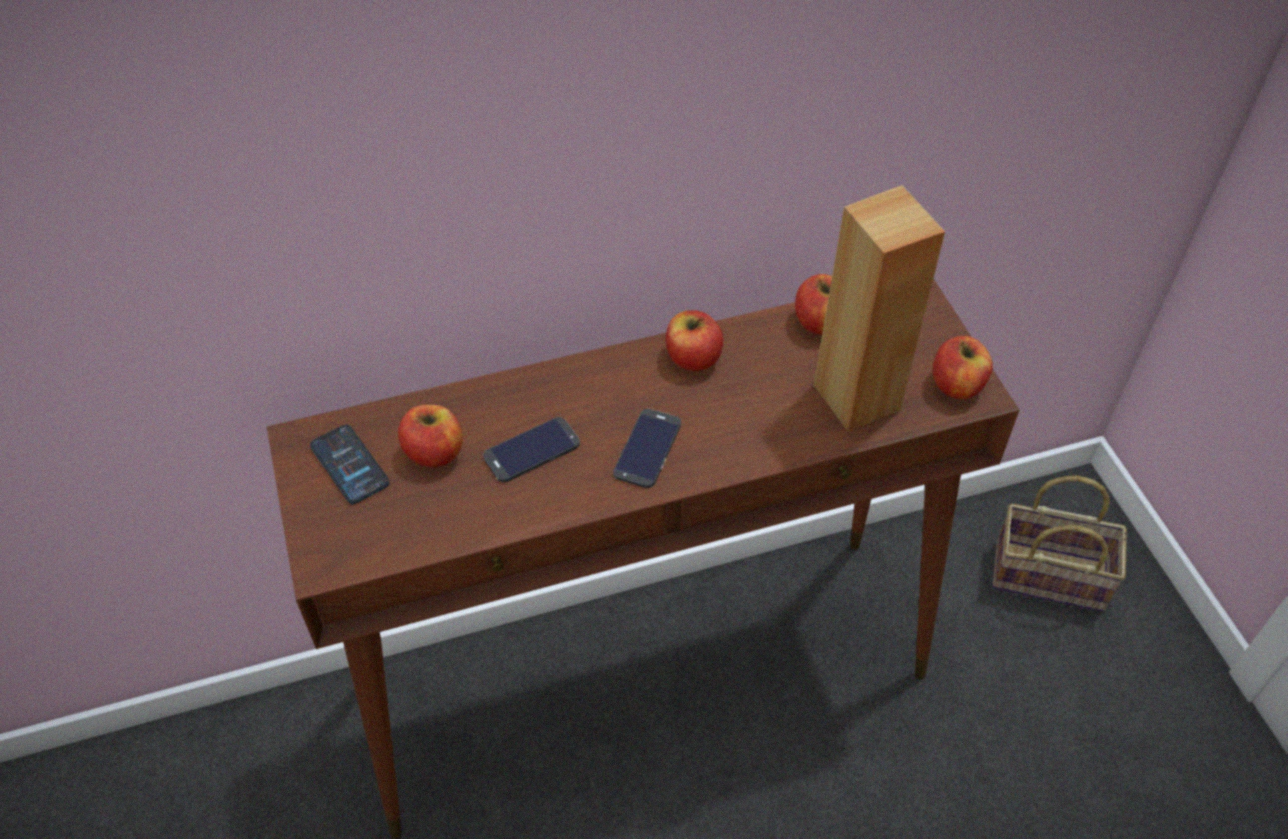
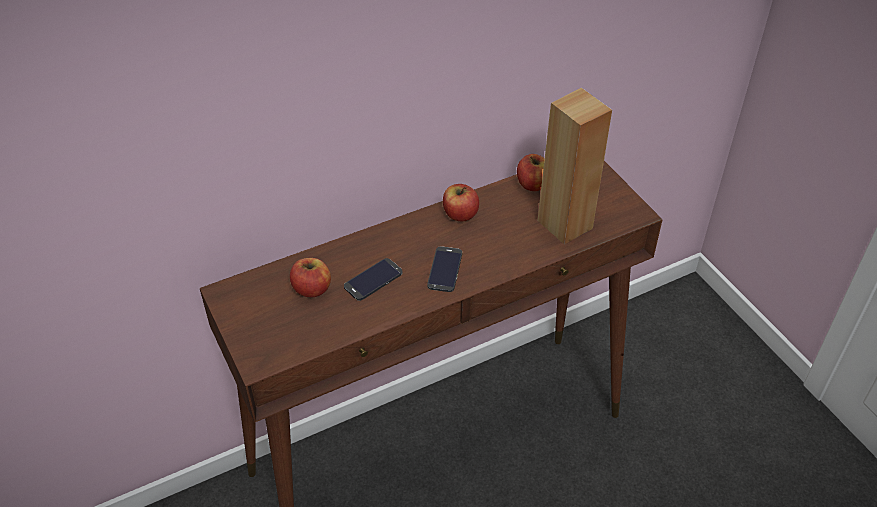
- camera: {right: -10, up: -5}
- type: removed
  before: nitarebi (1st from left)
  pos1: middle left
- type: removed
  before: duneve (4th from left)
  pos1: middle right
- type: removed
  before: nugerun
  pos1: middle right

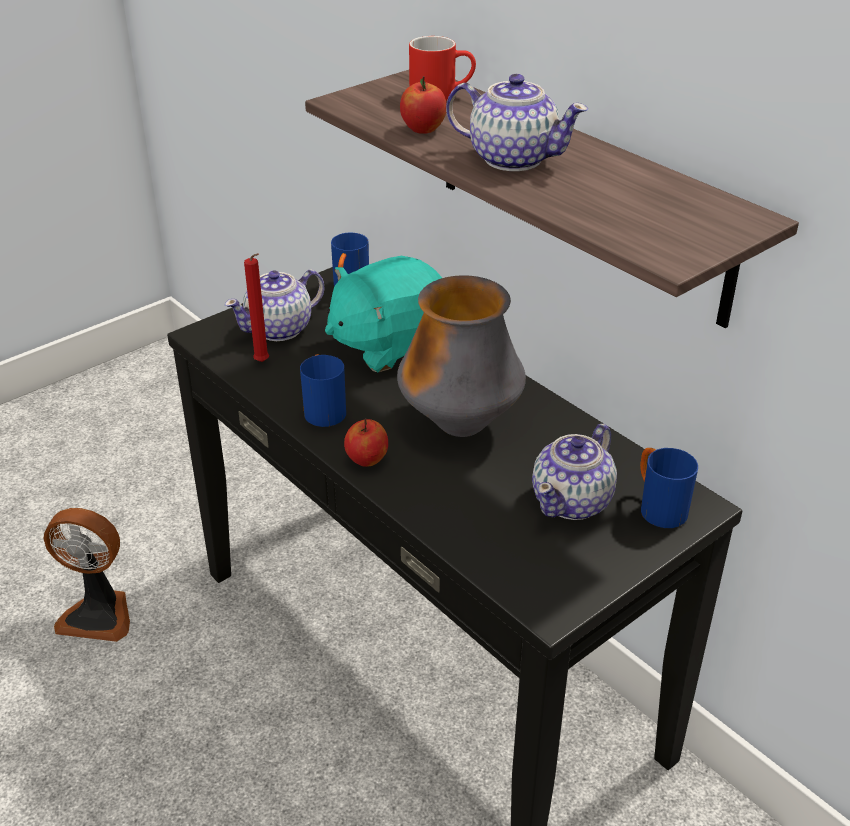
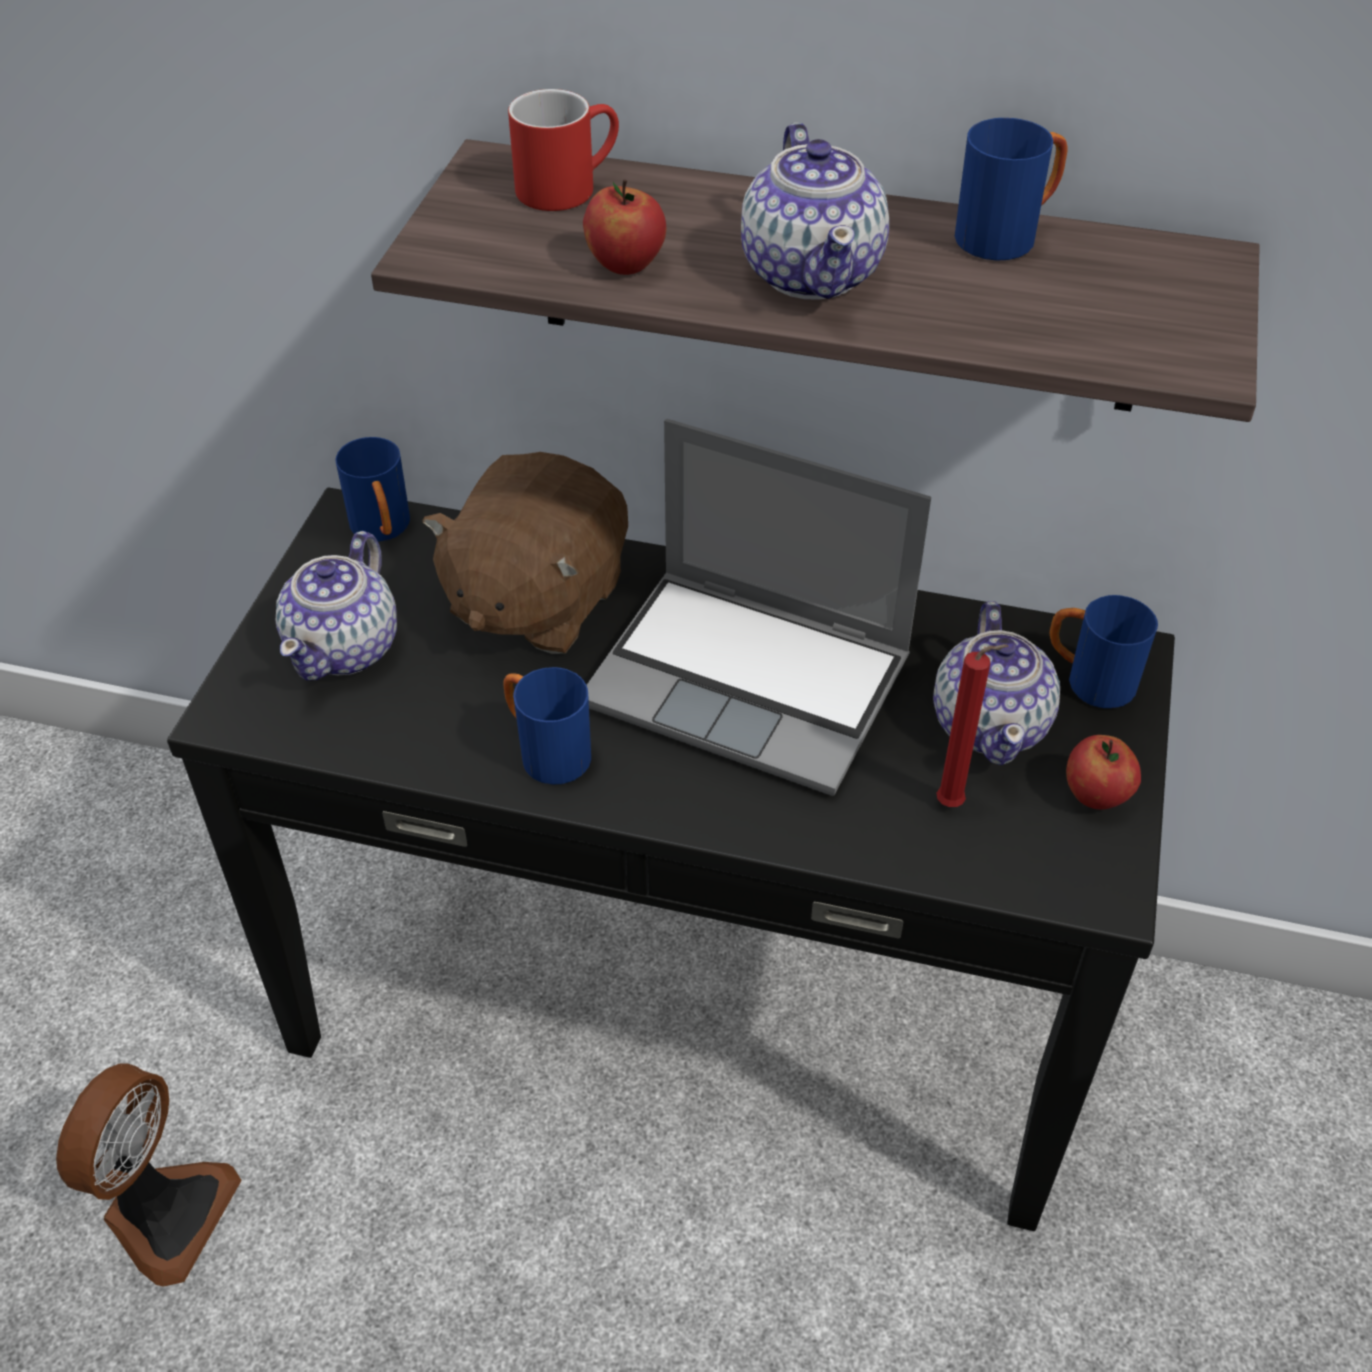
- camera: {right: -35, up: 10}
- type: turned
  before: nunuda
  pos1: bottom left
  pos2: bottom left
  turn: -45
- type: moved
  before: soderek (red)
  pos1: middle left
  pos2: middle right
- type: recoloured
  before: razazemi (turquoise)
  after: razazemi (brown)
  pos1: centre
  pos2: centre
- type: moved
  before: duneve (1st from left in the first image)
  after: duneve (2nd from left)
  pos1: centre
  pos2: middle right
- type: replaced
  before: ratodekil
  after: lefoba
  pos1: centre
  pos2: centre
- type: turned
  before: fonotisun (2nd from left)
  pos1: top centre
  pos2: top centre
  turn: 90
- type: added
  after: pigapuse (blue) (3rd from left)
  pos2: top right

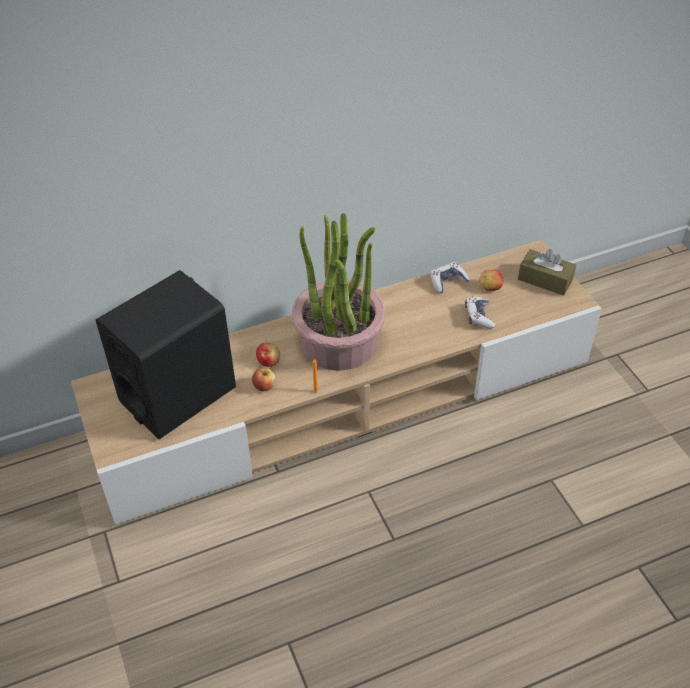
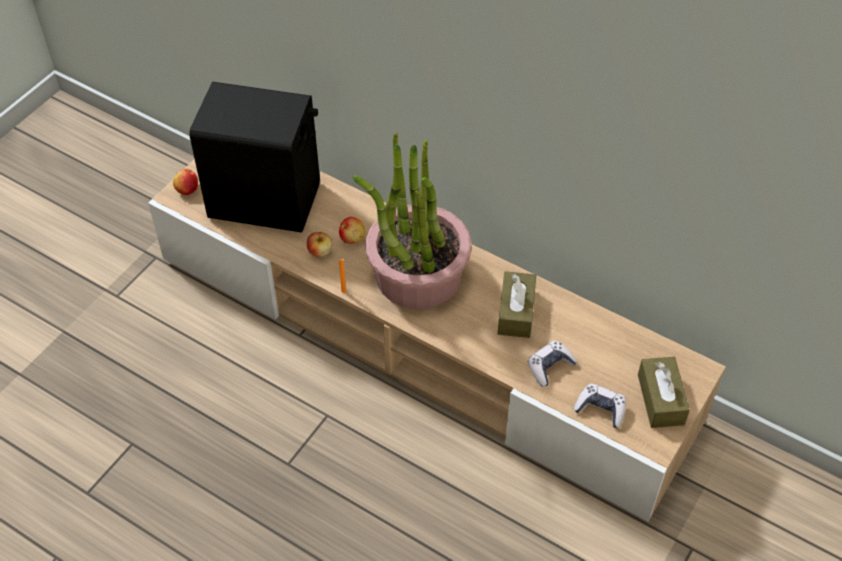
- camera: {right: 55, up: 5}
- type: moved
  before: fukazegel (1st from left in the first image)
  after: fukazegel (2nd from left)
  pos1: centre
  pos2: bottom right
- type: moved
  before: duneve (3rd from left in the first image)
  after: duneve (1st from left)
  pos1: middle right
  pos2: top left
- type: added
  after: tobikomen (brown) (1st from left)
  pos2: centre

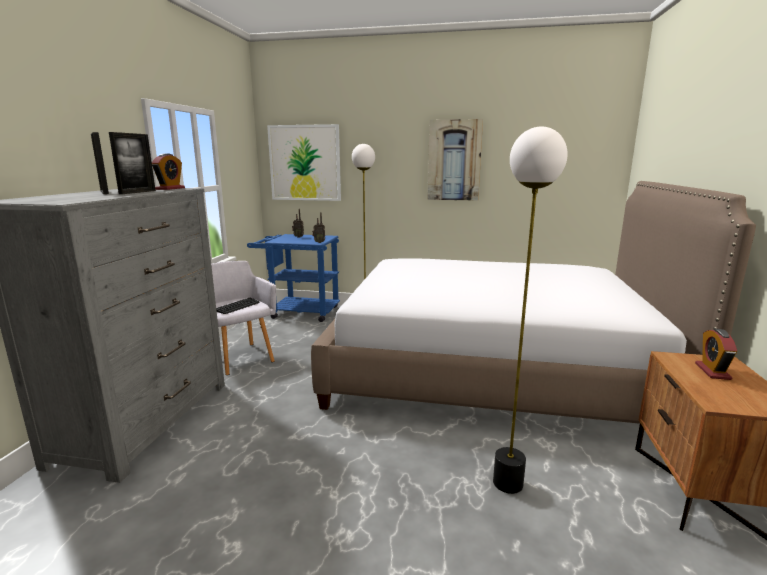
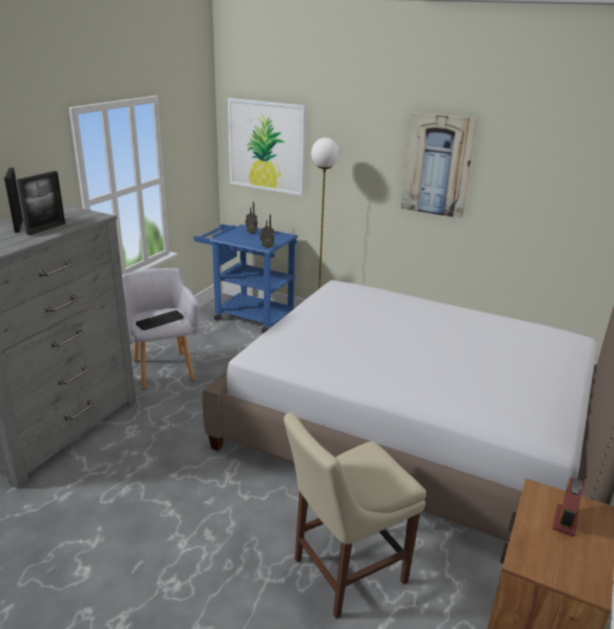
- camera: {right: 15, up: 10}
- type: removed
  before: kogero (1st from left)
  pos1: top left
- type: replaced
  before: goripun (2nd from left)
  after: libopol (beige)
  pos1: middle right
  pos2: bottom centre

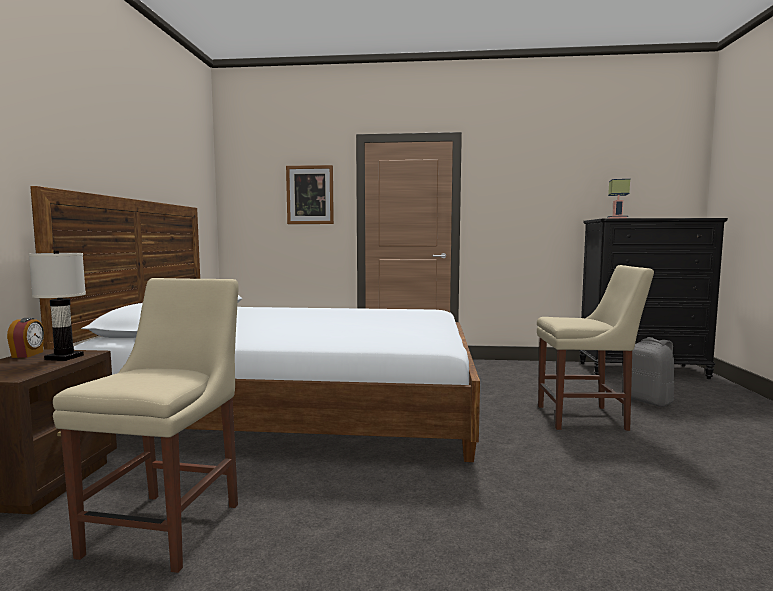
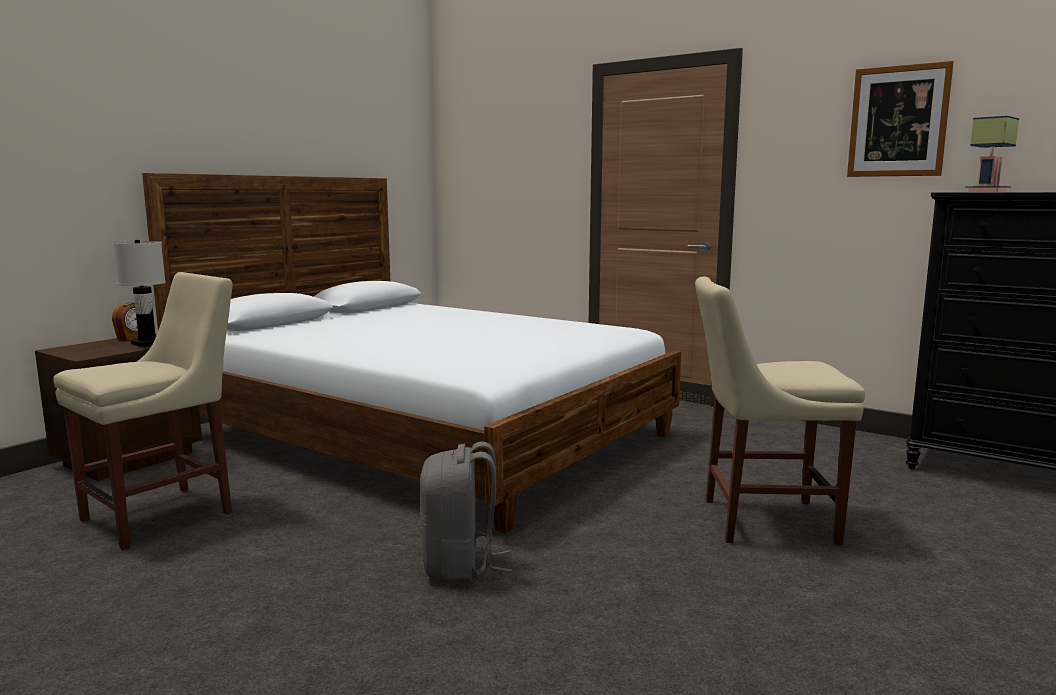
- camera: {right: 30, up: 5}
- type: moved
  before: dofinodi
  pos1: top centre
  pos2: top right
- type: turned
  before: libopol (beige) (2nd from left)
  pos1: middle right
  pos2: middle right
  turn: 150
- type: moved
  before: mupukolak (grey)
  pos1: middle right
  pos2: bottom centre

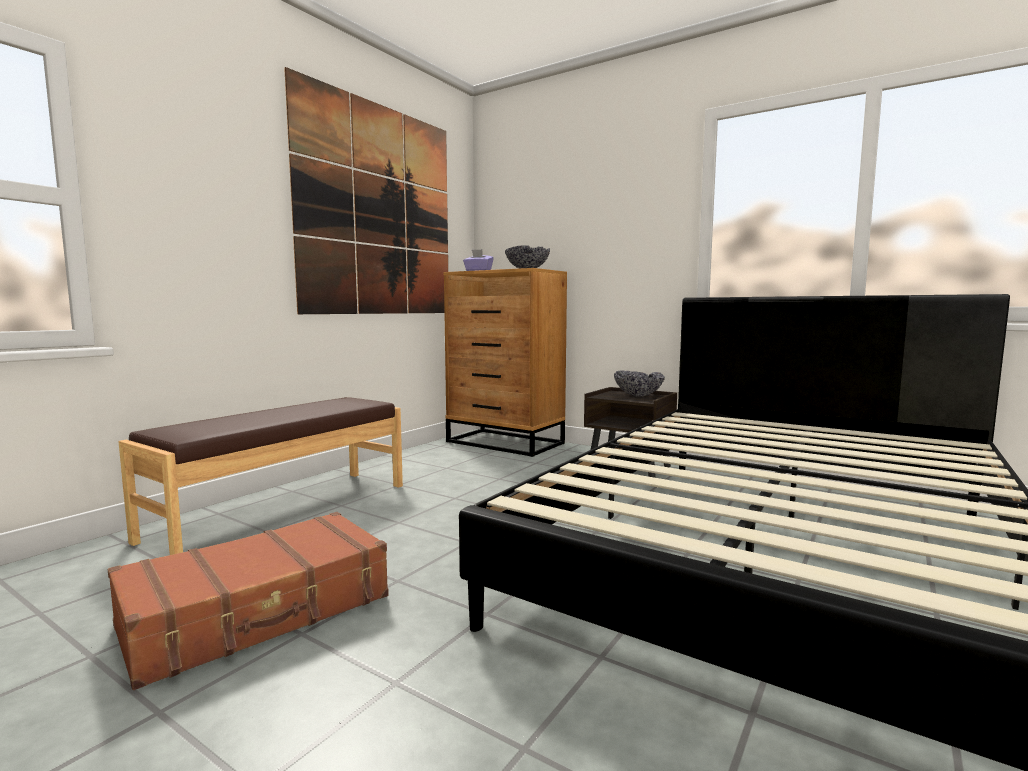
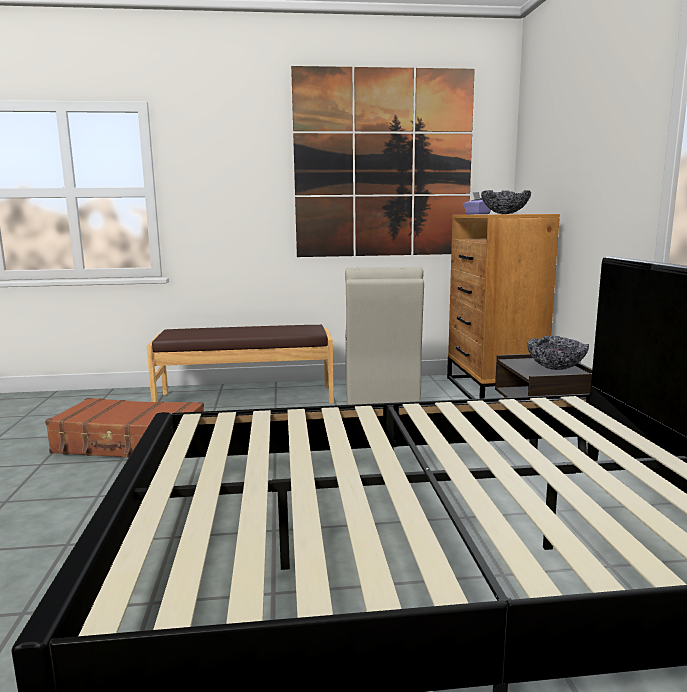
- camera: {right: 50, up: 5}
- type: added
  after: libopol (beige)
  pos2: centre

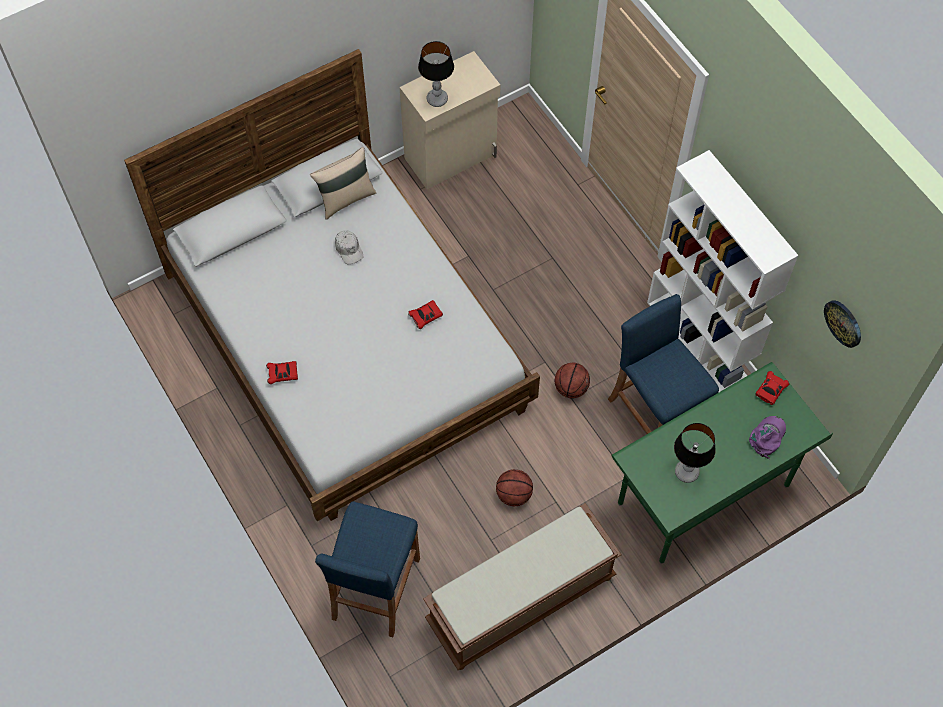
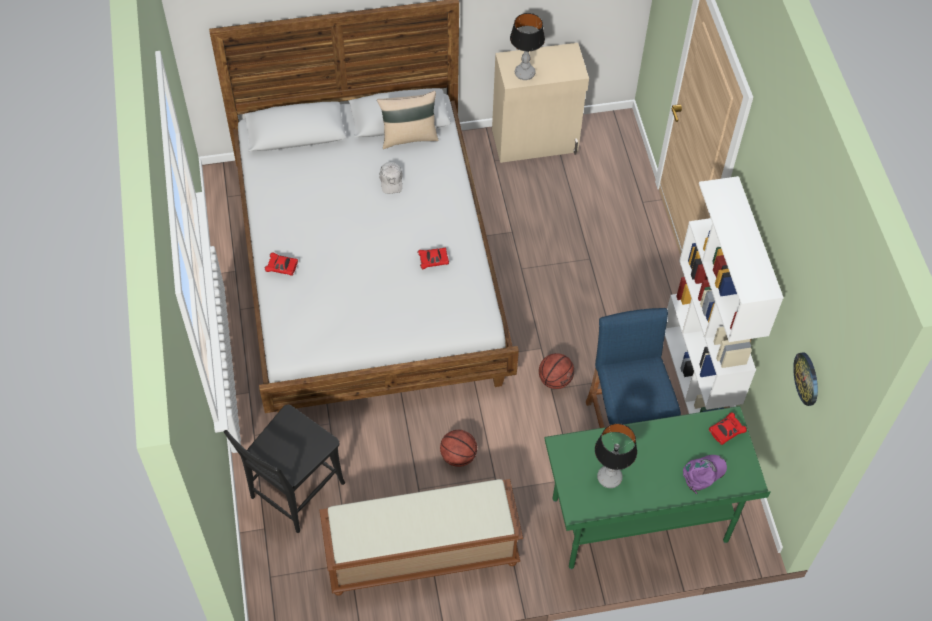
- camera: {right: 20, up: -5}
- type: replaced
  before: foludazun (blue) (1st from left)
  after: libopol (black)
  pos1: bottom centre
  pos2: bottom left

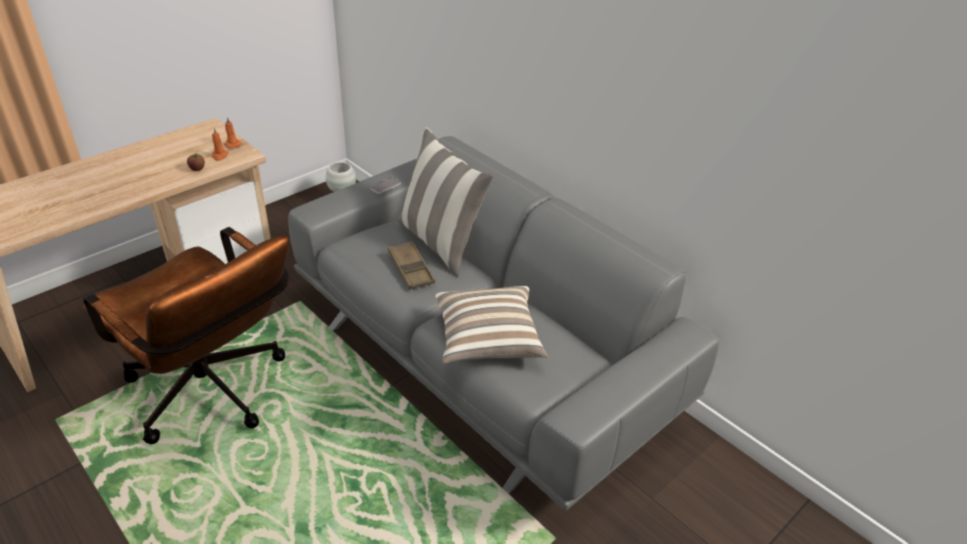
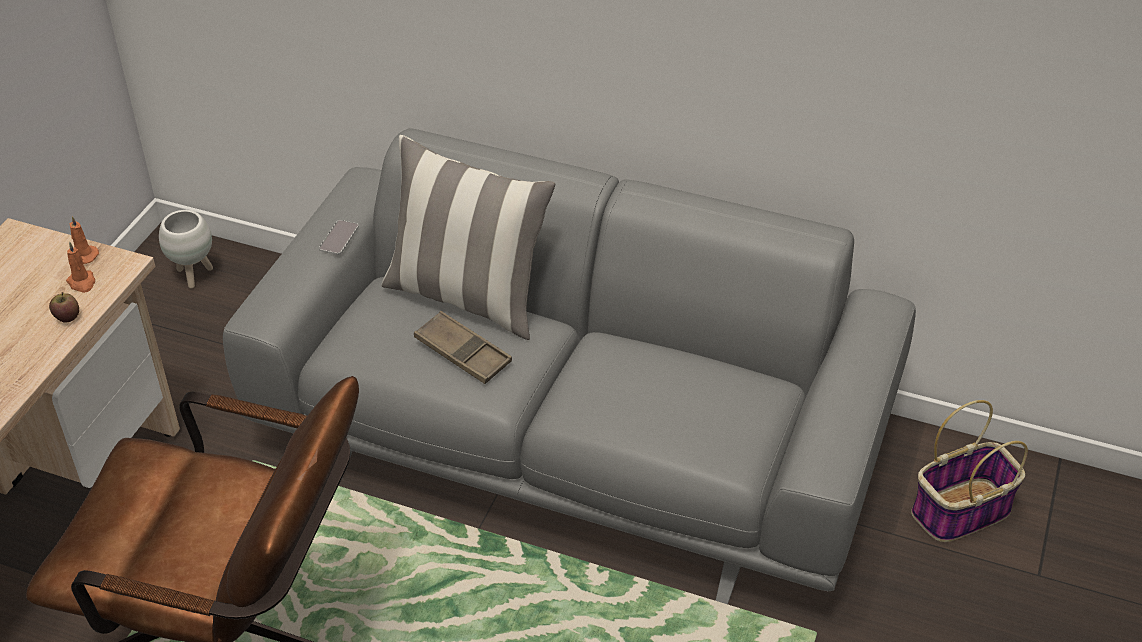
- camera: {right: -25, up: 5}
- type: removed
  before: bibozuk (2nd from left)
  pos1: centre
- type: added
  after: nugerun
  pos2: bottom right

